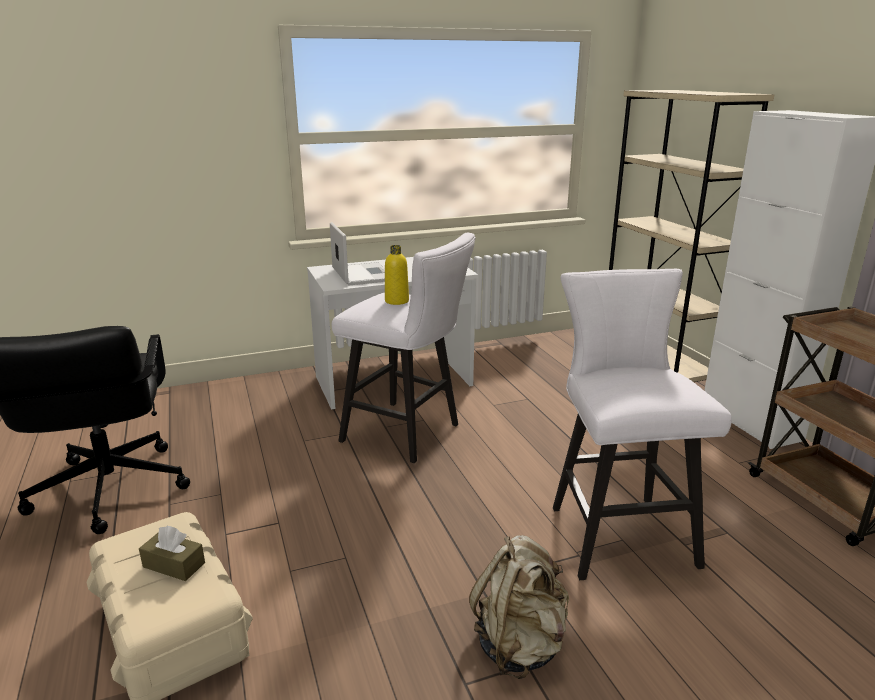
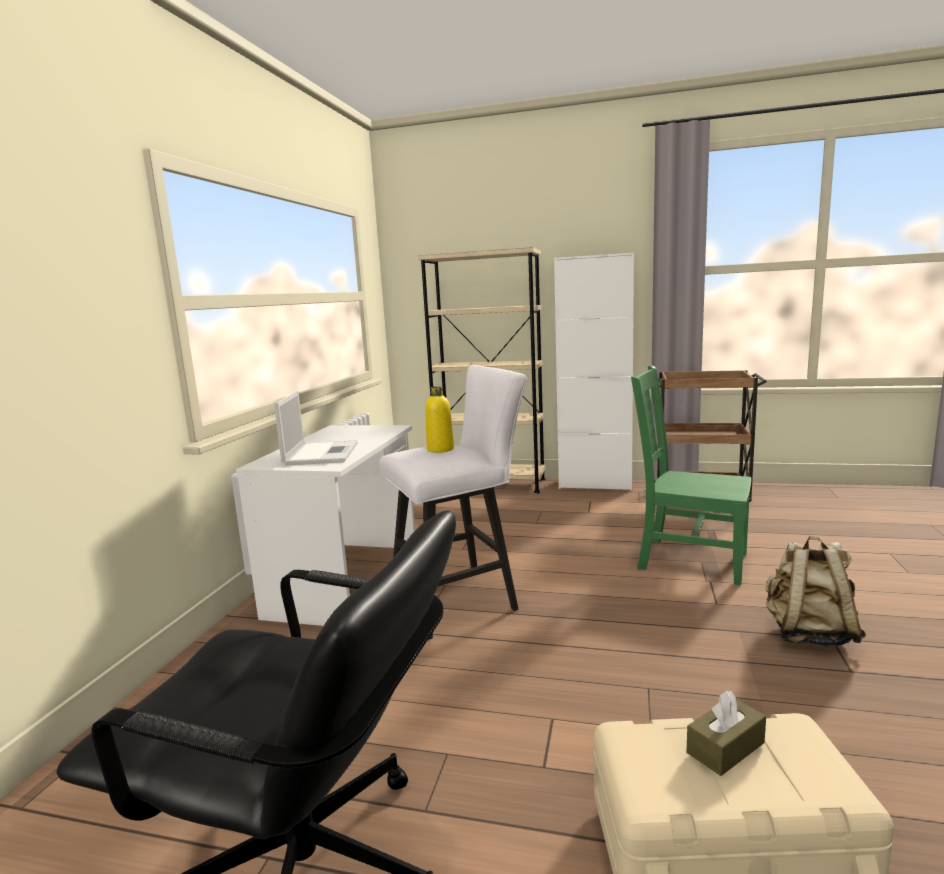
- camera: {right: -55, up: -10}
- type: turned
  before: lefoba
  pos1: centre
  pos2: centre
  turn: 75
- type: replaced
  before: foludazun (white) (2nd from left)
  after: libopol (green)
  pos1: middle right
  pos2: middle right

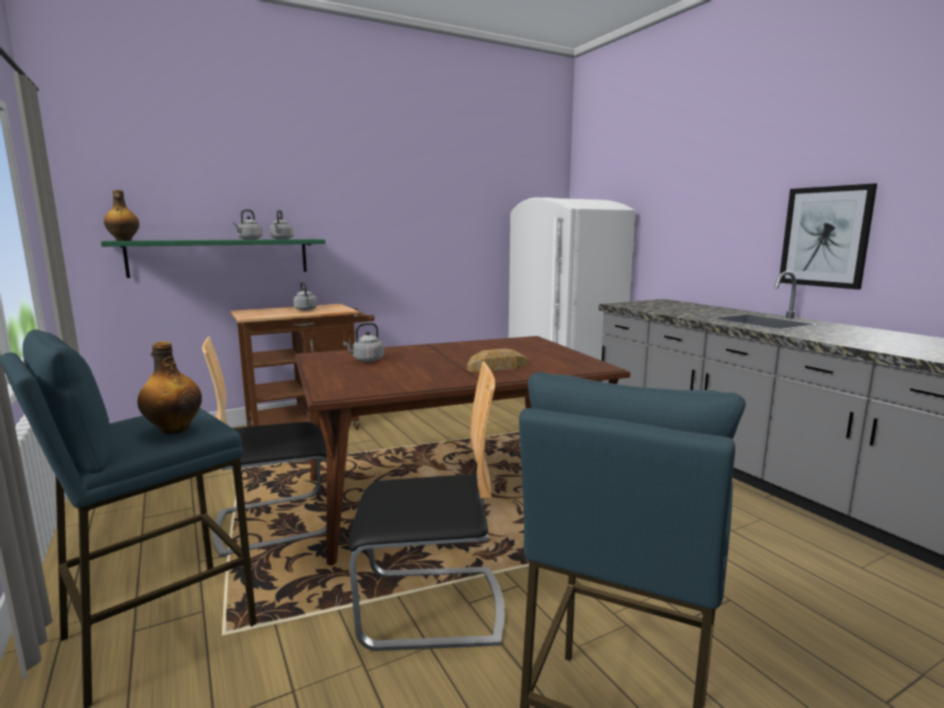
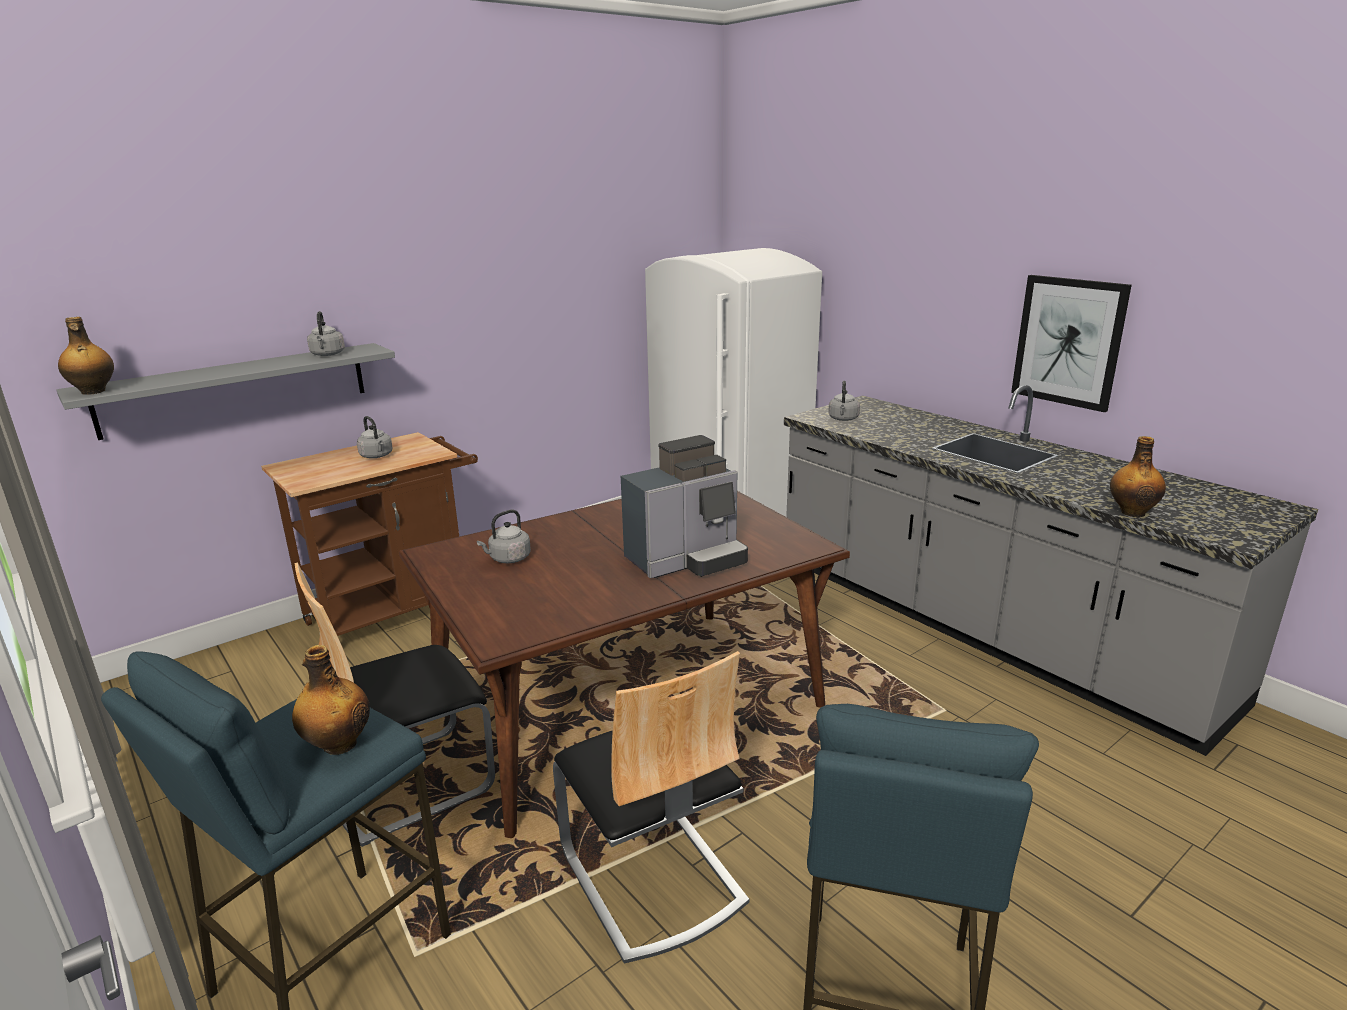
- camera: {right: -10, up: 10}
- type: recoloured
  before: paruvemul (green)
  after: paruvemul (grey)
  pos1: middle left
  pos2: middle left
- type: moved
  before: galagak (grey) (1st from left in the first image)
  after: galagak (grey) (4th from left)
  pos1: top left
  pos2: centre
- type: turned
  before: libopol (2nd from left)
  pos1: bottom centre
  pos2: bottom centre
  turn: 75
- type: replaced
  before: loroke
  after: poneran
  pos1: centre
  pos2: centre
- type: added
  after: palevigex (3rd from left)
  pos2: middle right

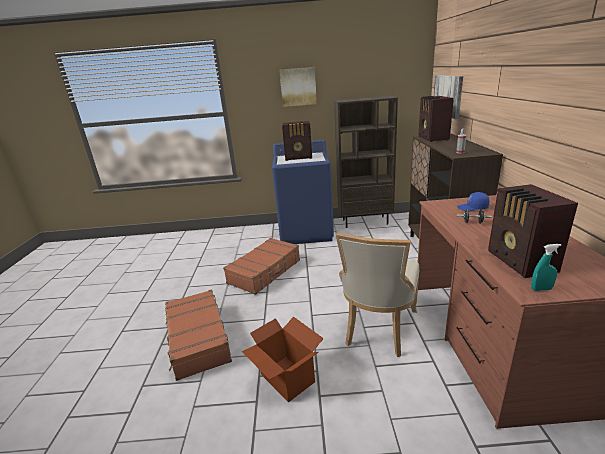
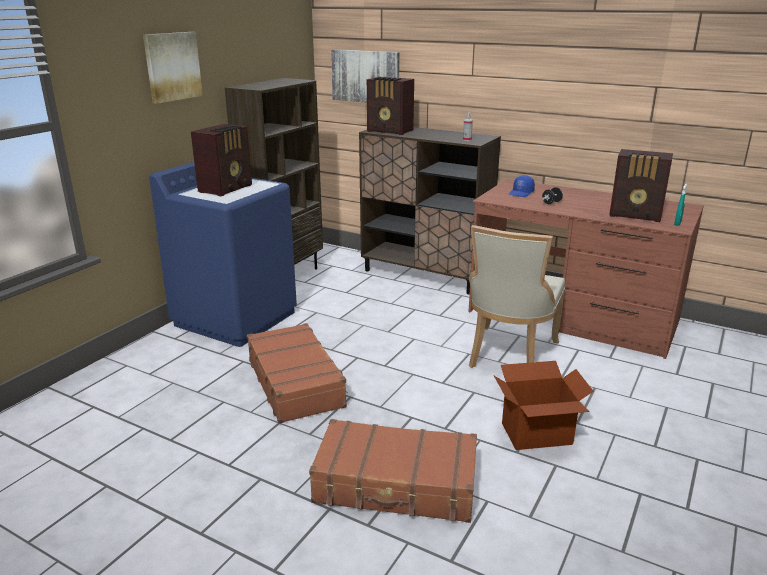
- camera: {right: -60, up: 0}
- type: turned
  before: libopol (beige)
  pos1: centre
  pos2: middle right
  turn: 60

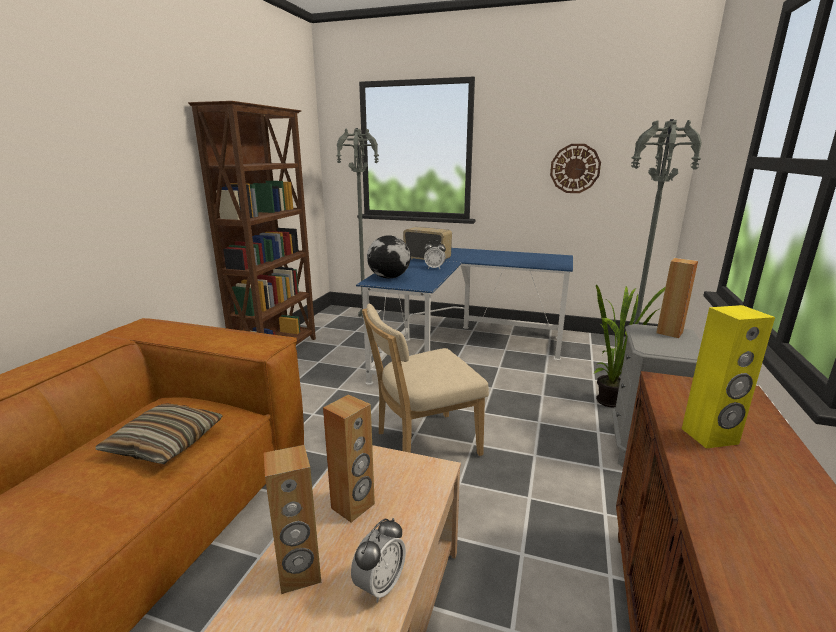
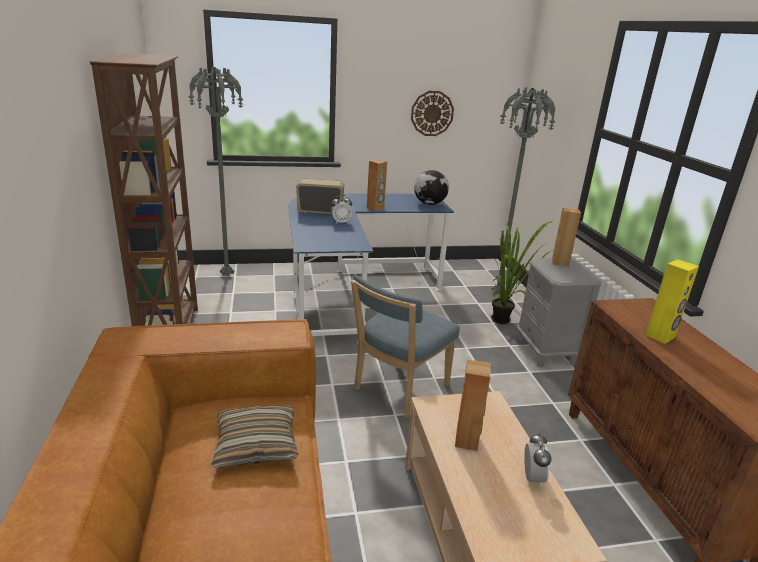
- camera: {right: -30, up: 5}
- type: moved
  before: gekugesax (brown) (1st from left)
  pos1: bottom centre
  pos2: top centre
- type: recoloured
  before: libopol (beige)
  after: libopol (blue)
  pos1: centre
  pos2: centre
- type: moved
  before: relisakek
  pos1: centre
  pos2: top centre

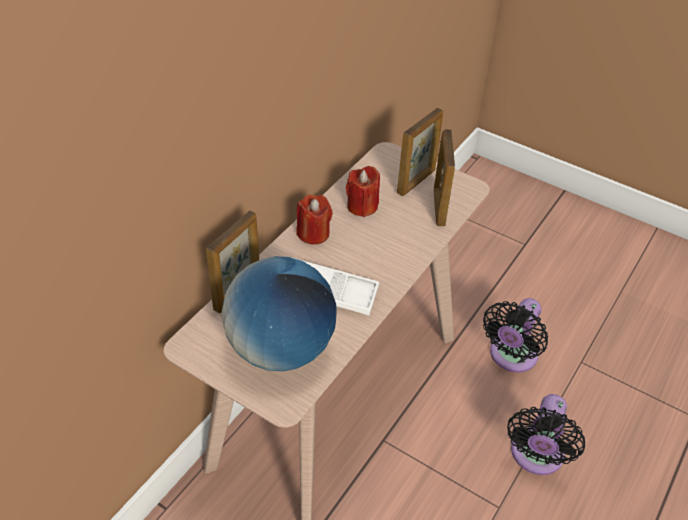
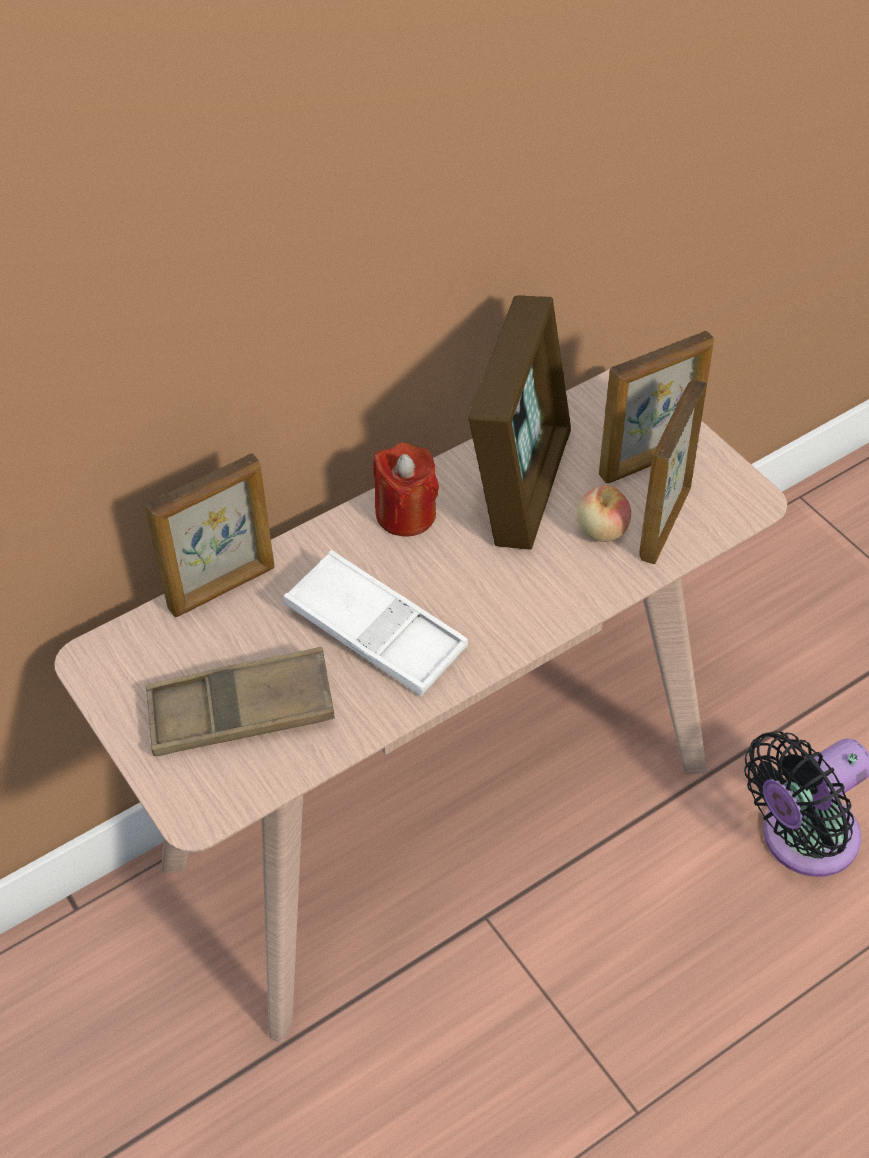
- camera: {right: 25, up: 5}
- type: replaced
  before: relisakek
  after: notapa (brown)
  pos1: centre
  pos2: middle left
- type: replaced
  before: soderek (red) (2nd from left)
  after: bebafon (2nd from left)
  pos1: centre
  pos2: centre
- type: removed
  before: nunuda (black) (2nd from left)
  pos1: bottom right
- type: added
  after: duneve
  pos2: middle right

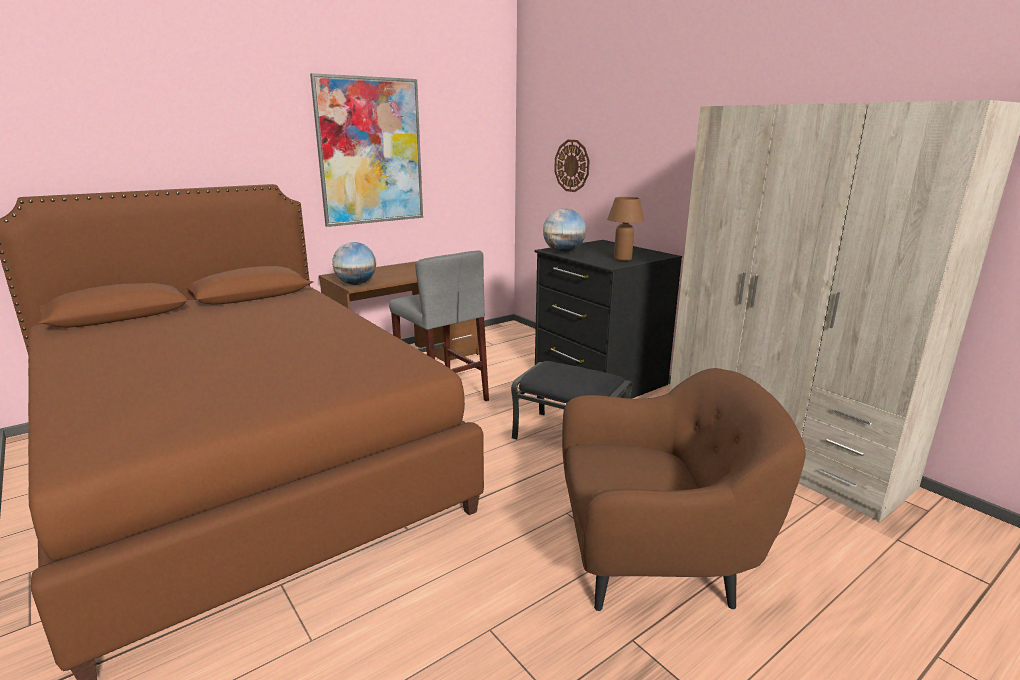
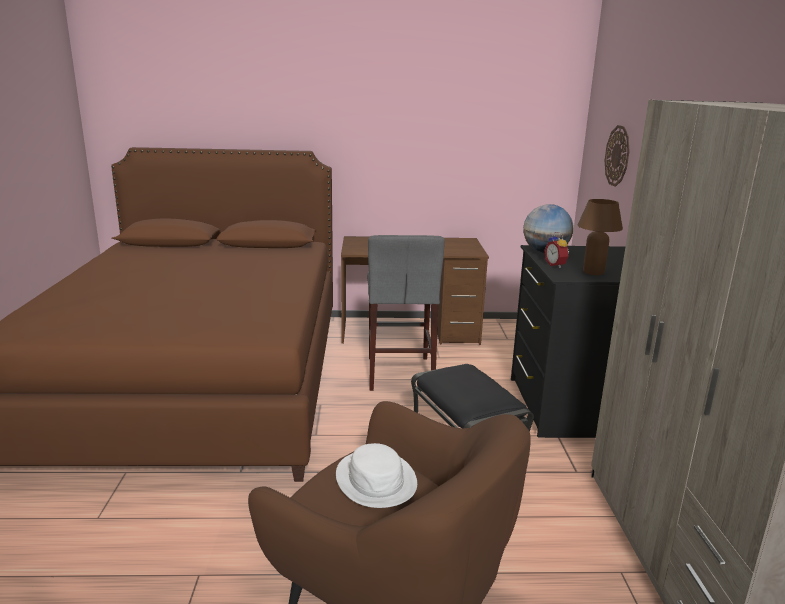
- camera: {right: 35, up: 0}
- type: removed
  before: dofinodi
  pos1: top centre
- type: removed
  before: relisakek (1st from left)
  pos1: centre
- type: added
  after: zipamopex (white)
  pos2: bottom centre
- type: added
  after: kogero
  pos2: middle right

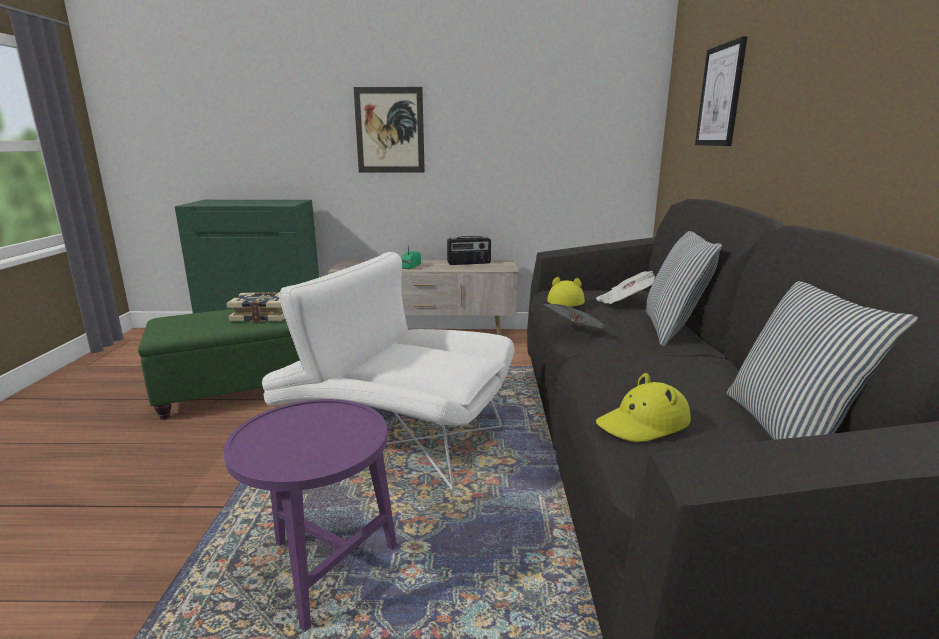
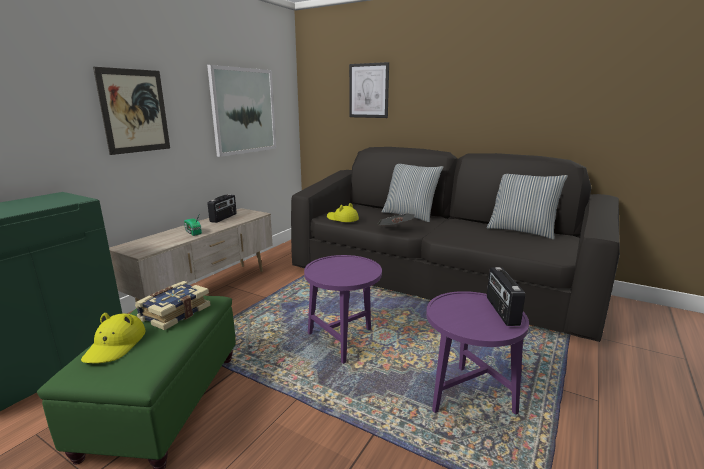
- camera: {right: -60, up: 0}
- type: replaced
  before: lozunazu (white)
  after: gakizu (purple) (1st from left)
  pos1: centre
  pos2: centre
- type: removed
  before: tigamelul (2nd from left)
  pos1: centre
- type: moved
  before: zipamopex (yellow) (2nd from left in the first image)
  after: zipamopex (yellow) (1st from left)
  pos1: middle right
  pos2: bottom left
- type: added
  after: dofinodi (2nd from left)
  pos2: top centre
- type: added
  after: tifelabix (3rd from left)
  pos2: middle right

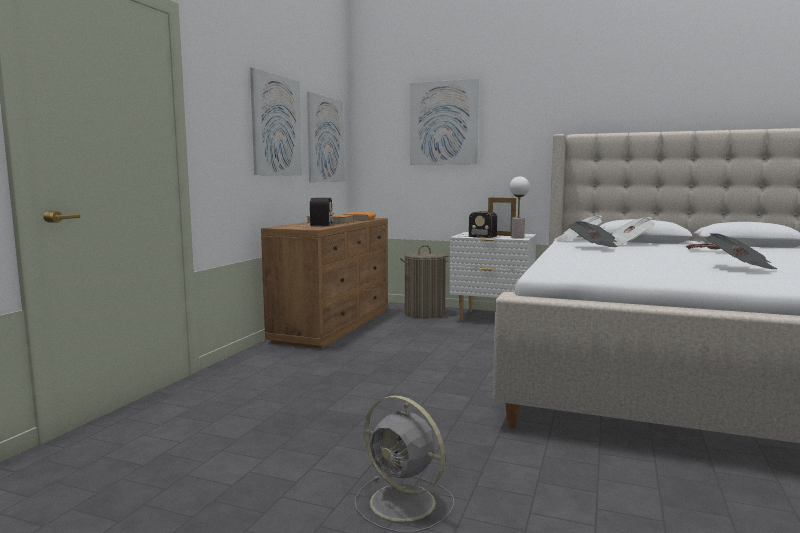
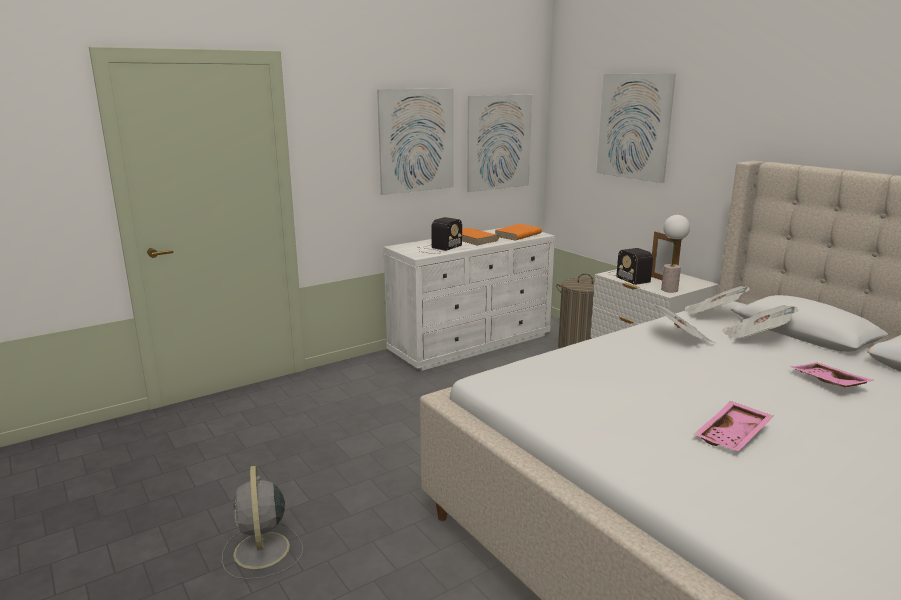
- camera: {right: 35, up: 10}
- type: recoloured
  before: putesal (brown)
  after: putesal (white)
  pos1: centre
  pos2: centre
- type: replaced
  before: tigamelul (4th from left)
  after: notapa (pink) (1st from left)
  pos1: middle right
  pos2: bottom right

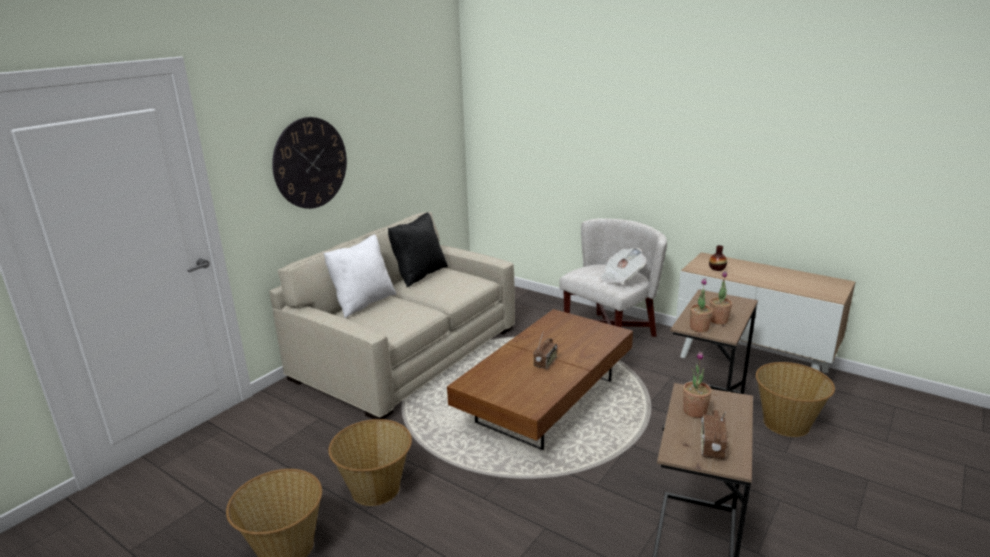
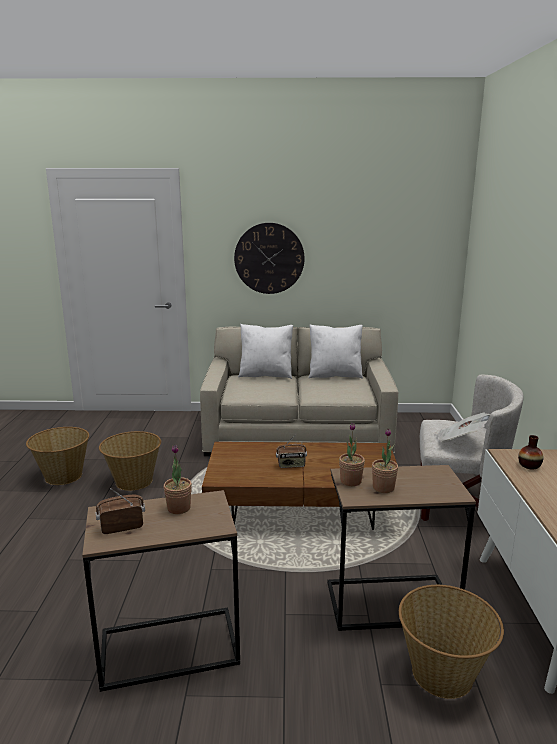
- camera: {right: 55, up: -5}
- type: recoloured
  before: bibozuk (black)
  after: bibozuk (white) (2nd from left)
  pos1: centre
  pos2: centre

